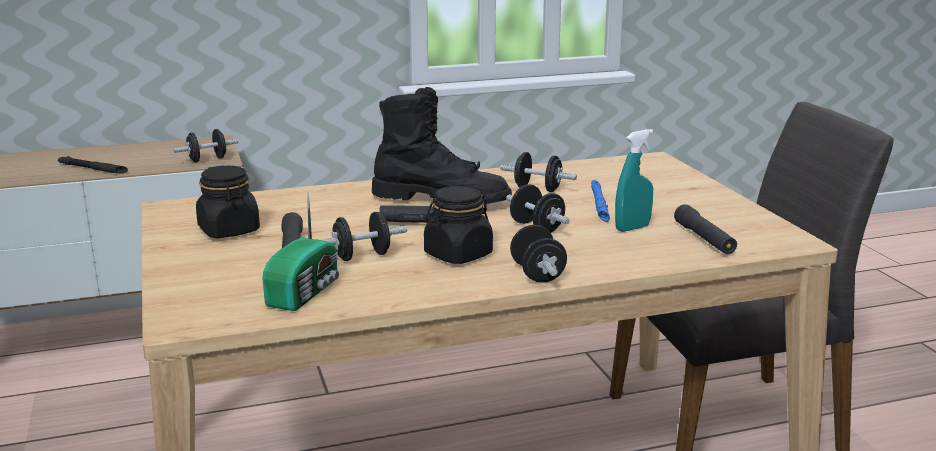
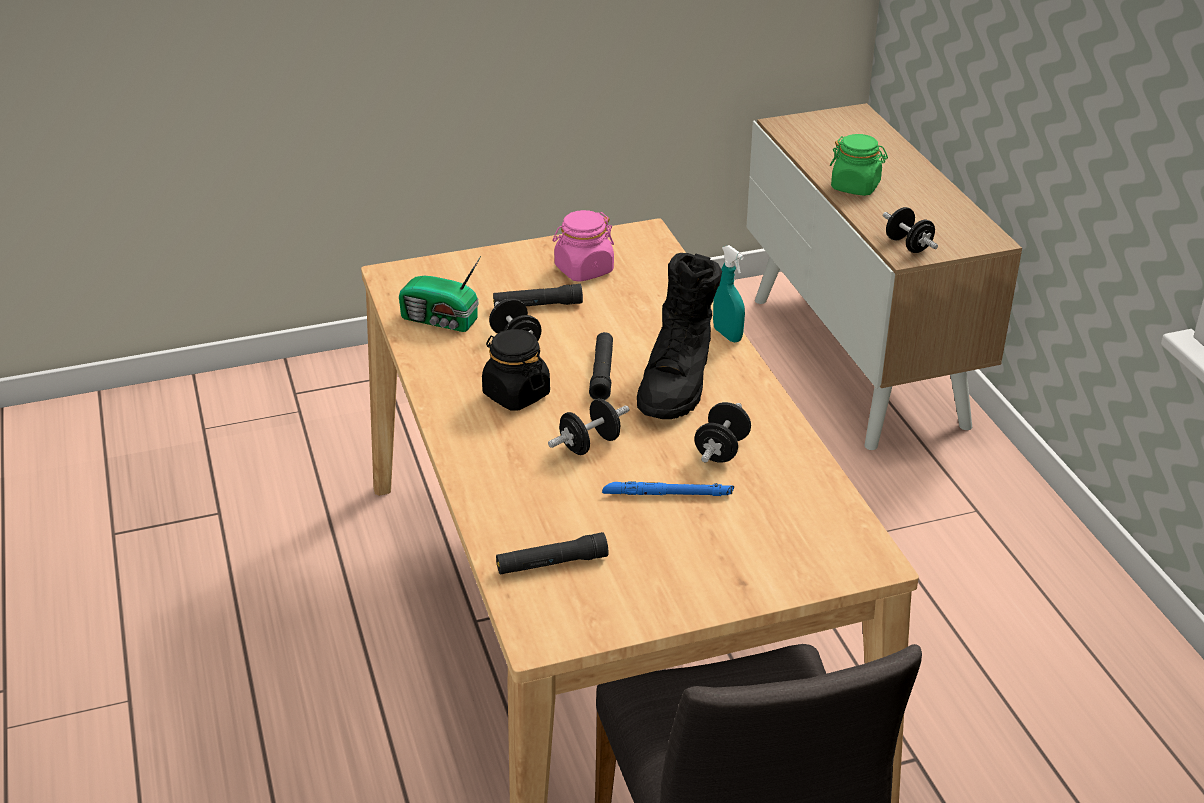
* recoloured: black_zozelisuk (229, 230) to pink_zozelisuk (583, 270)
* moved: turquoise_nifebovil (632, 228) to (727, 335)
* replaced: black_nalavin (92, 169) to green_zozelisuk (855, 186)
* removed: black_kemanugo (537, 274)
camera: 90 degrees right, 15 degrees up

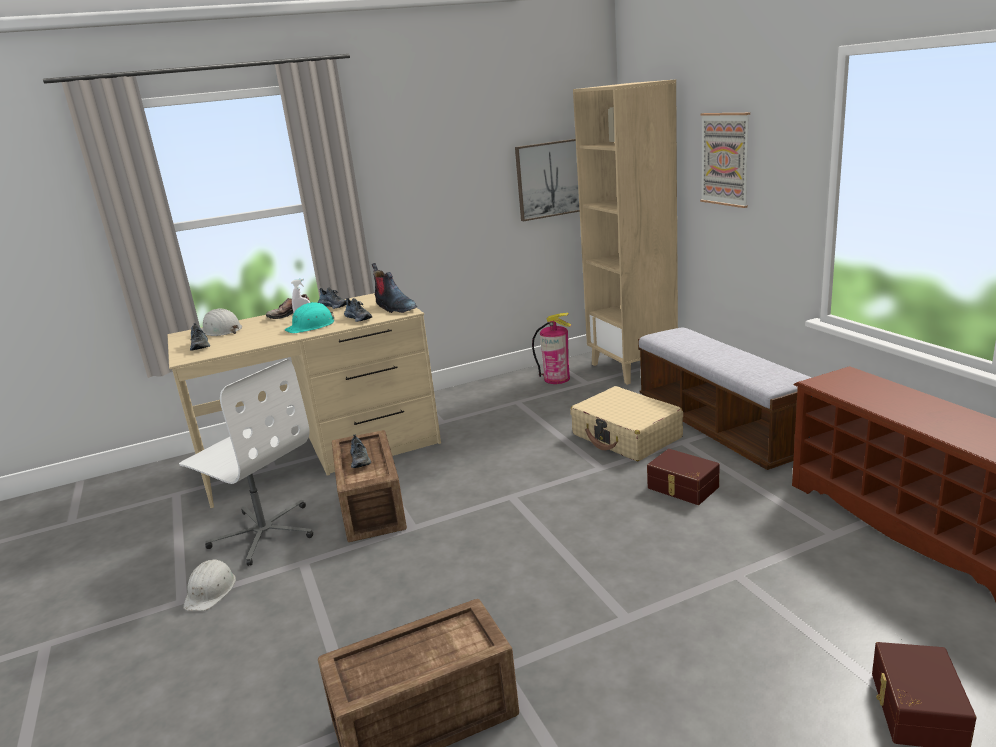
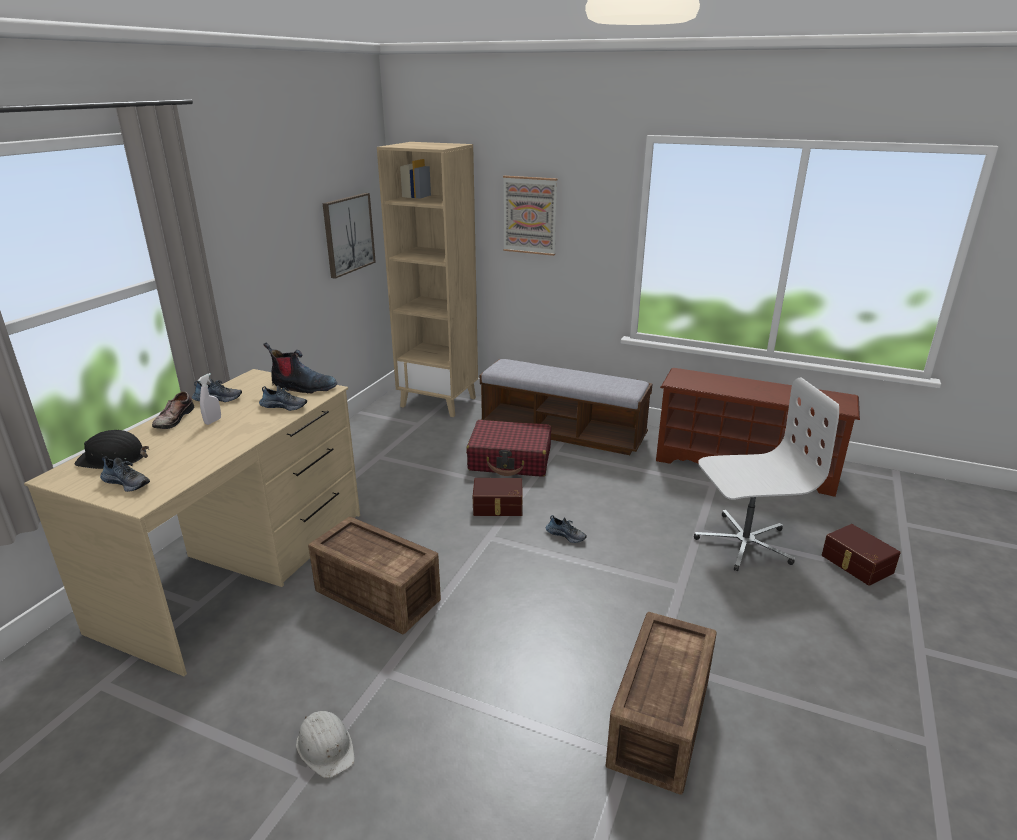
* recoloured: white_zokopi (221, 330) to black_zokopi (113, 458)
* recoloured: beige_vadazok (626, 436) to red_vadazok (510, 460)
* moved: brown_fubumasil (682, 488) to (498, 506)
* moved: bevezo (360, 460) to (566, 535)
* moved: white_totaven (264, 532) to (743, 542)
* removed: turquoise_zokopi (311, 326)
* removed: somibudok (557, 379)
camera: 45 degrees left, 5 degrees up

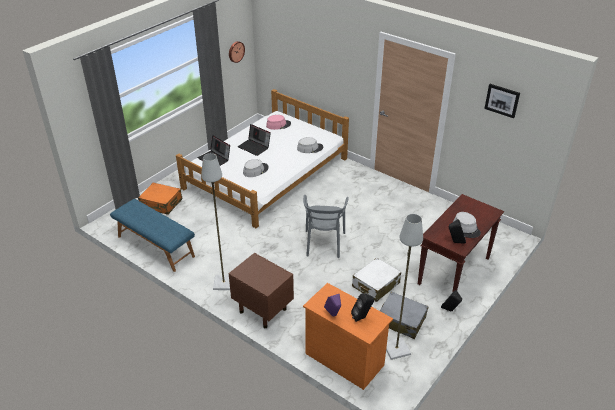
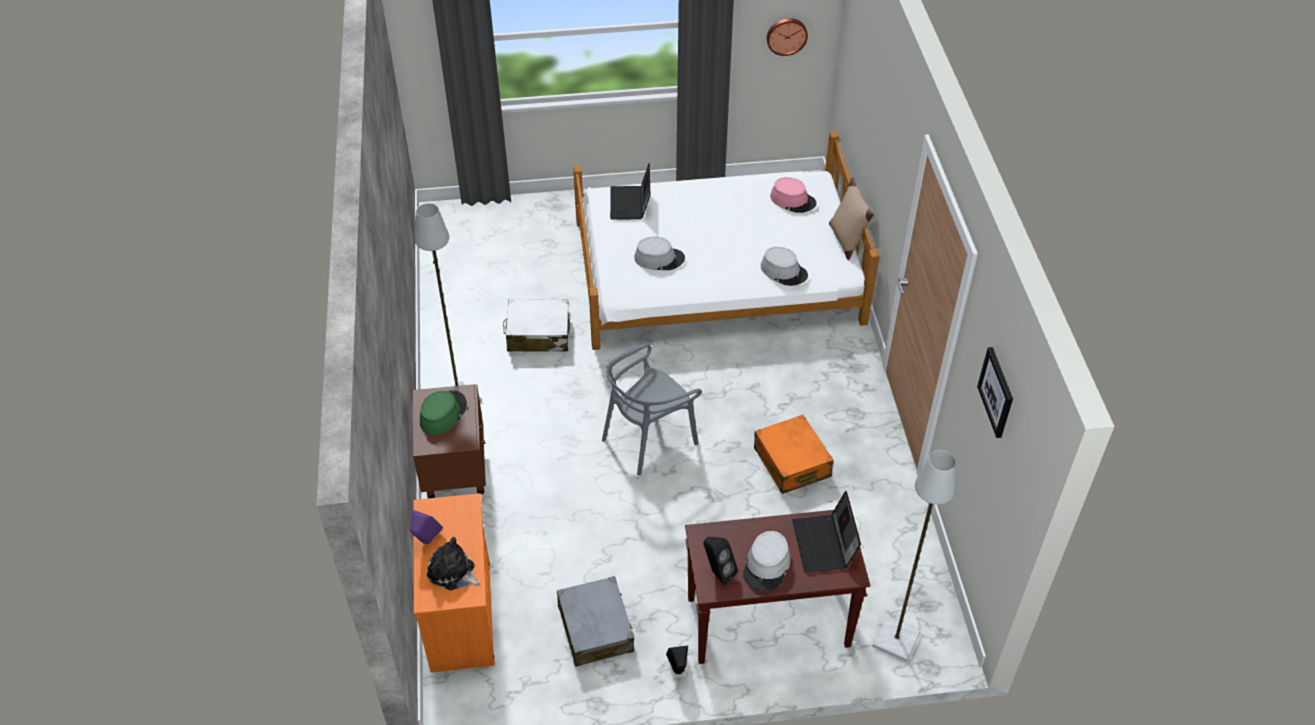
* added: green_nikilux (443, 413)
* replaced: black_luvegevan (362, 317) to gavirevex (453, 573)
* moved: white_vadazok (375, 285) to (538, 334)
* moved: orange_vadazok (161, 204) to (792, 463)
* moved: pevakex (254, 147) to (824, 545)
* added: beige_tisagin (846, 239)
* moved: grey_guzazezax (396, 349) to (895, 638)
* removed: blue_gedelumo (155, 246)
camera: 45 degrees right, 10 degrees up

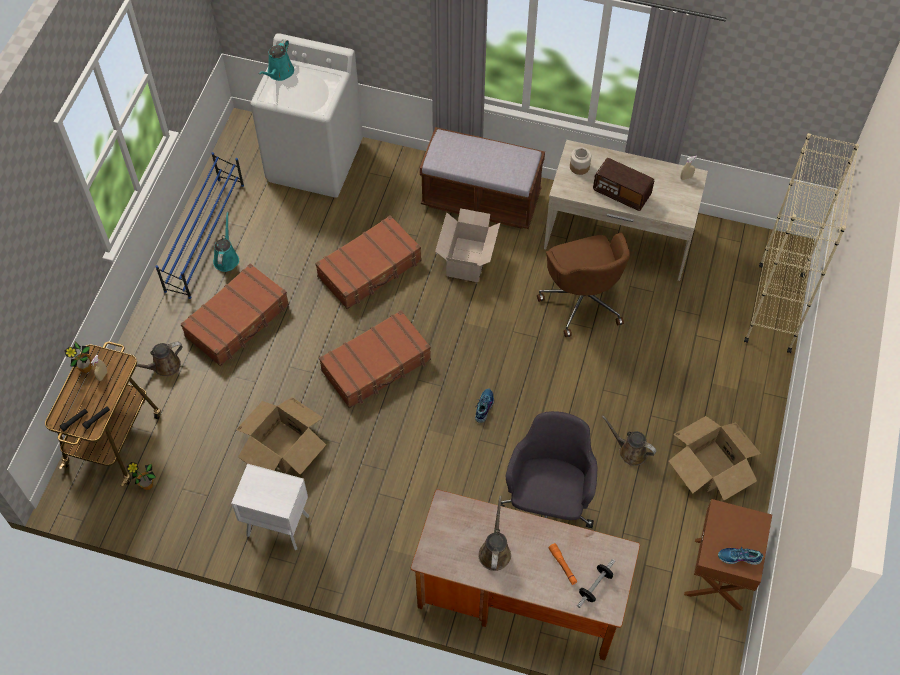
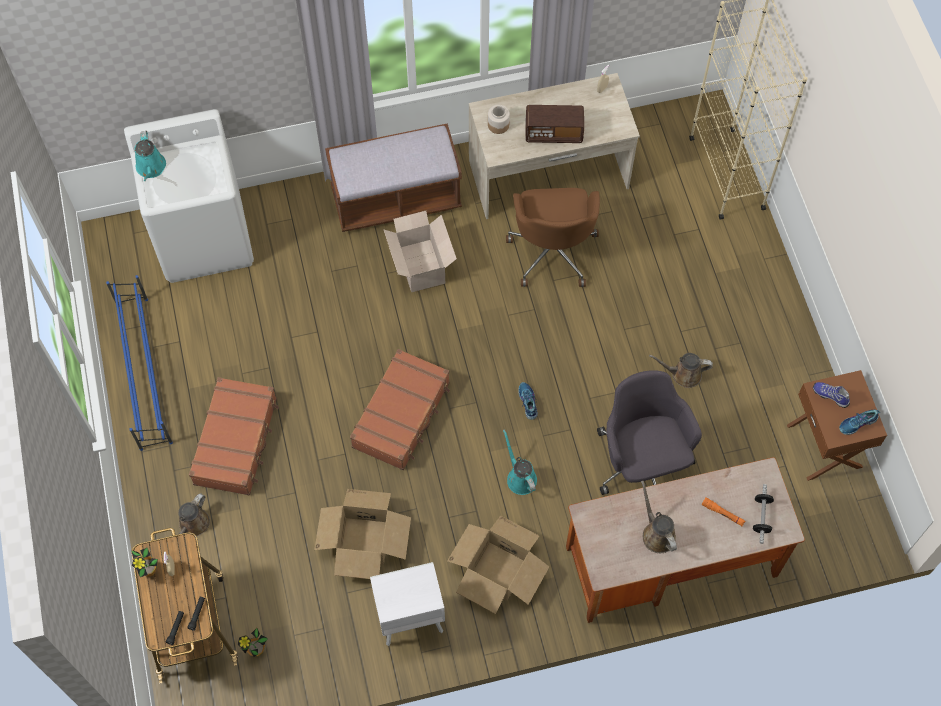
* moved: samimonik (710, 466) to (497, 571)
* moved: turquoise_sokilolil (226, 258) to (520, 477)
* turned: brown_totaven (582, 299) = (552, 251) 45 degrees clockwise
* added: bevezo (830, 395)
* removed: brown_vadazok (370, 269)
camera: 30 degrees left, 5 degrees up

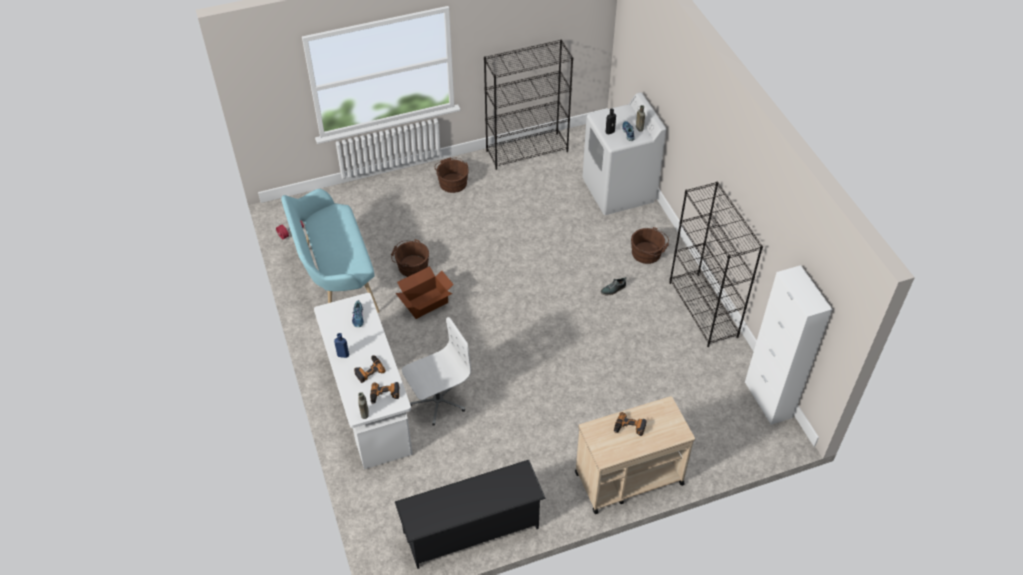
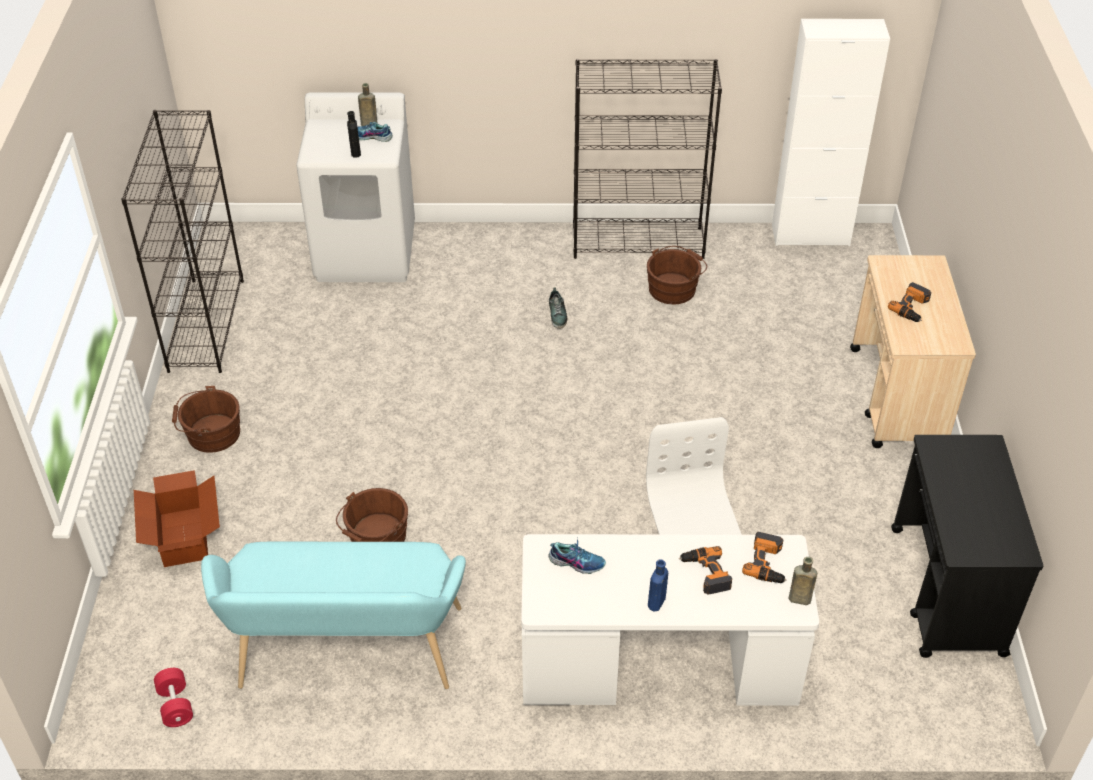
* moved: samimonik (425, 303) to (183, 537)
* moved: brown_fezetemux (648, 253) to (674, 288)
* replaced: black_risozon (471, 530) to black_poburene (947, 591)
camera: 70 degrees left, 5 degrees down

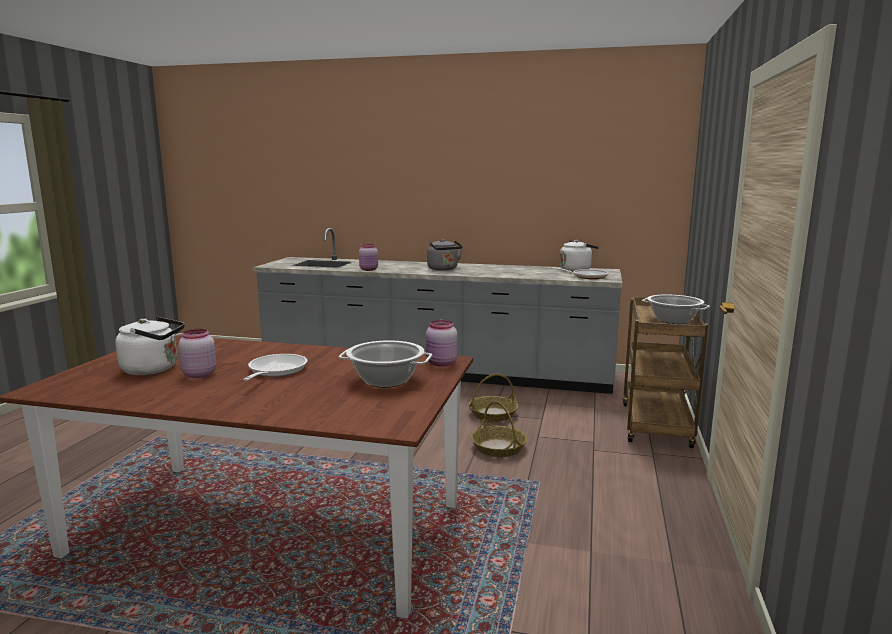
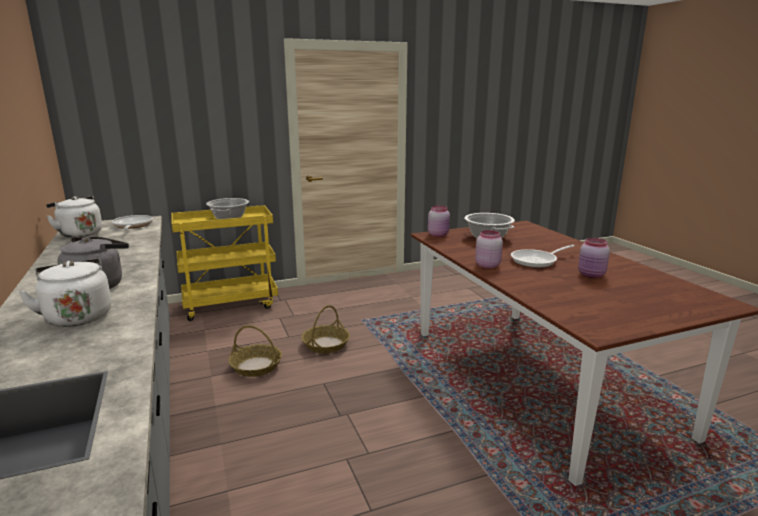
* moved: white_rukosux (154, 369) to (78, 316)
* recoloured: brown_poburene (657, 427) to yellow_poburene (231, 304)
* moved: pink_zozelisuk (369, 270) to (487, 265)
camera: 125 degrees left, 5 degrees up

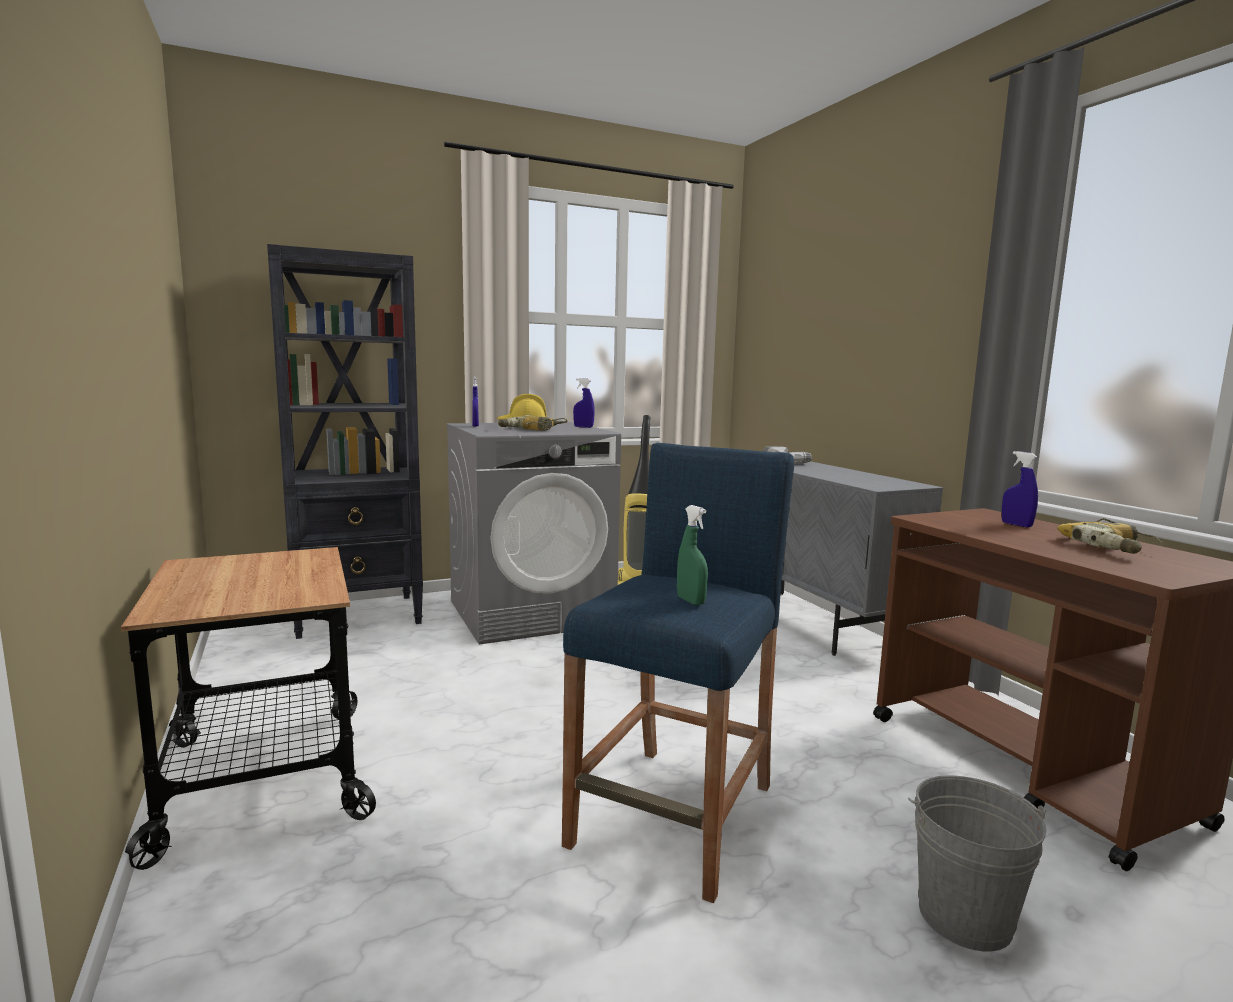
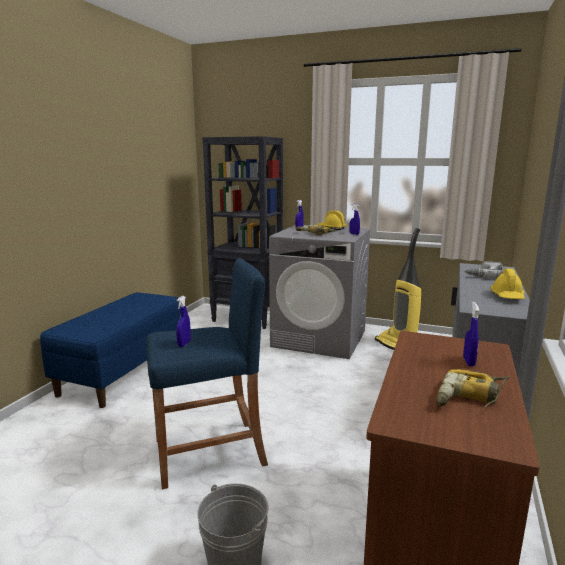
* replaced: poburene (262, 779) to blue_gedelumo (125, 371)
* recoloured: green_nifebovil (690, 601) to blue_nifebovil (184, 344)
* added: yellow_zokopi (507, 296)
camera: 45 degrees right, 5 degrees up

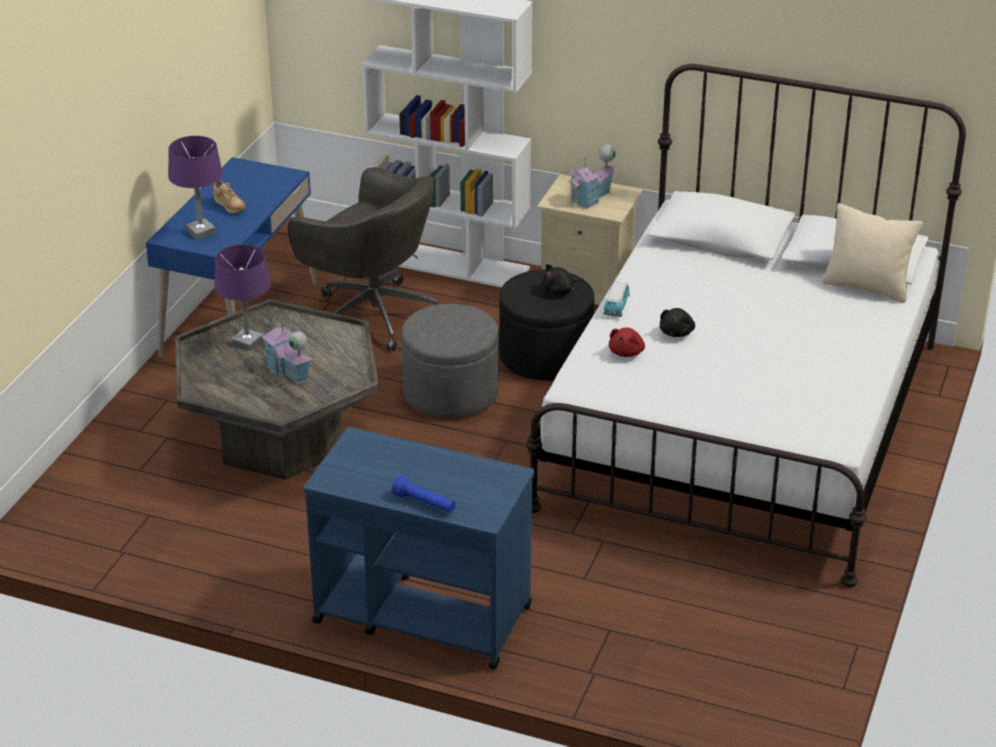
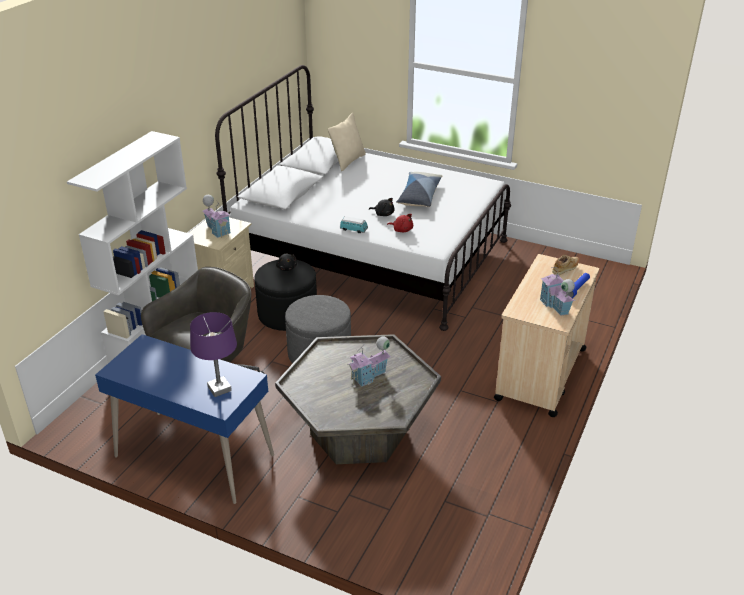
* added: tisagin (419, 196)
* recoloured: blue_poburene (421, 613) to beige_poburene (540, 374)
* added: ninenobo (554, 305)
* moved: beige_bevezo (229, 207) to (565, 269)
* removed: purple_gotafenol (247, 342)
camera: 85 degrees left, 0 degrees up

